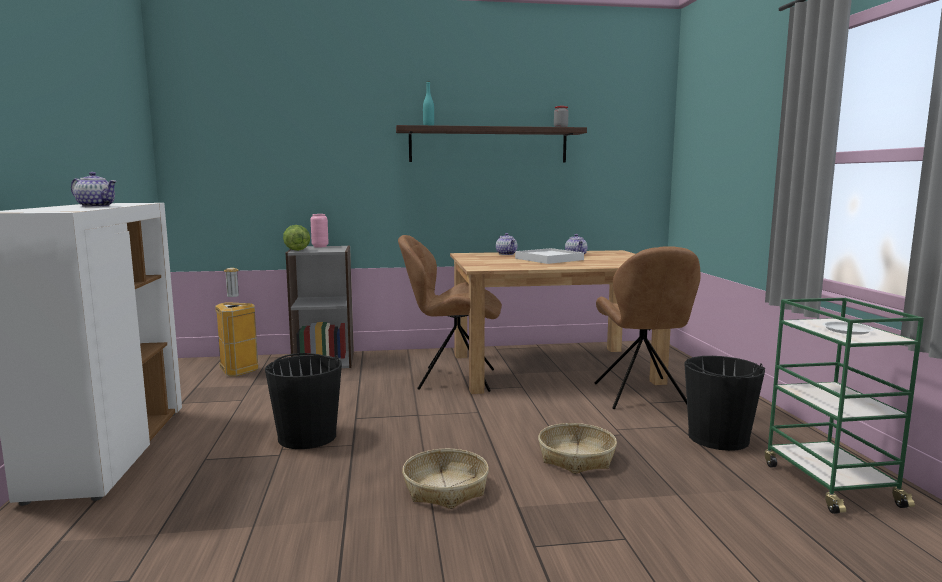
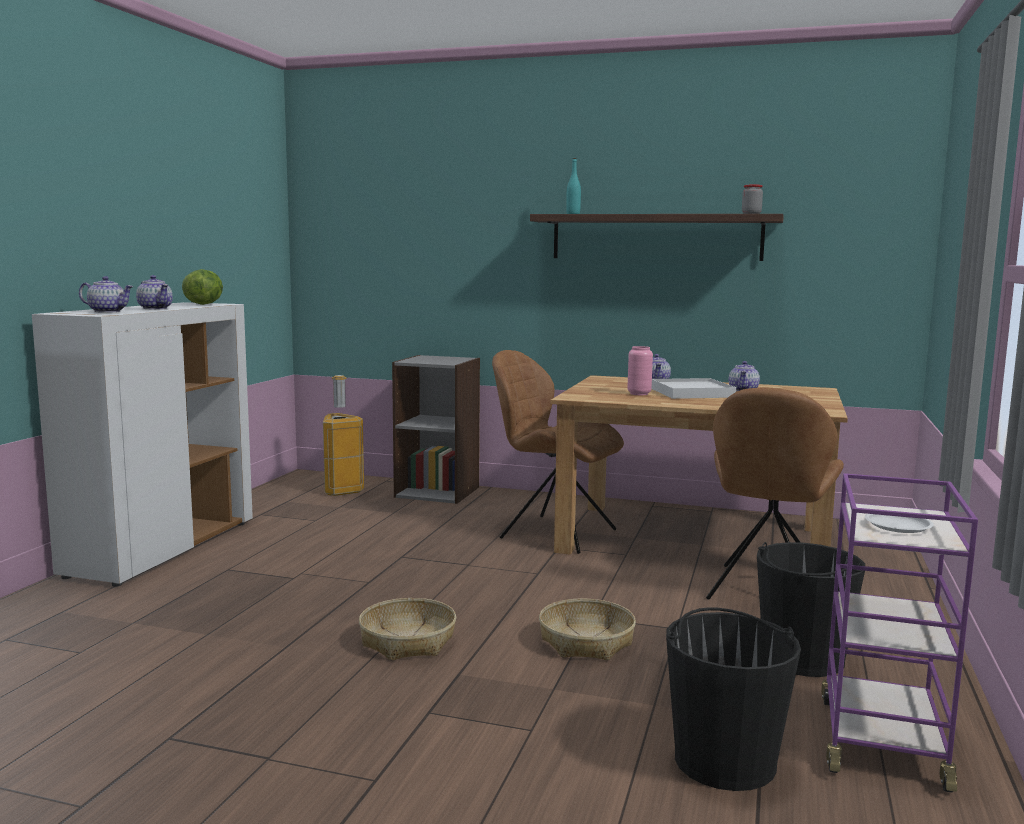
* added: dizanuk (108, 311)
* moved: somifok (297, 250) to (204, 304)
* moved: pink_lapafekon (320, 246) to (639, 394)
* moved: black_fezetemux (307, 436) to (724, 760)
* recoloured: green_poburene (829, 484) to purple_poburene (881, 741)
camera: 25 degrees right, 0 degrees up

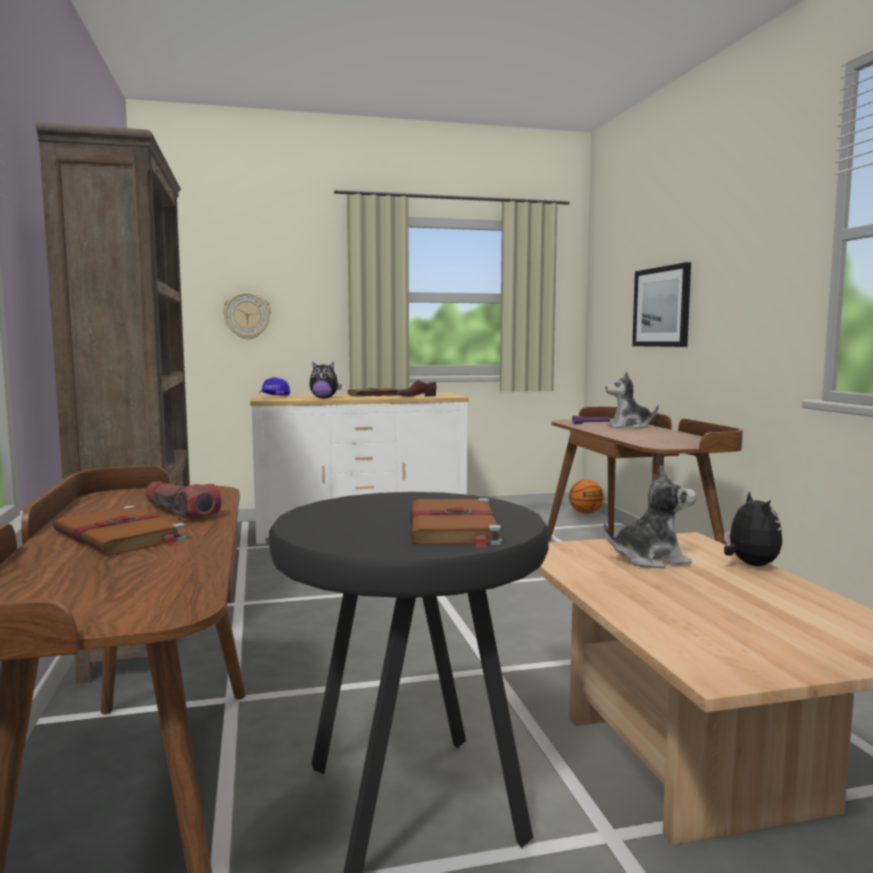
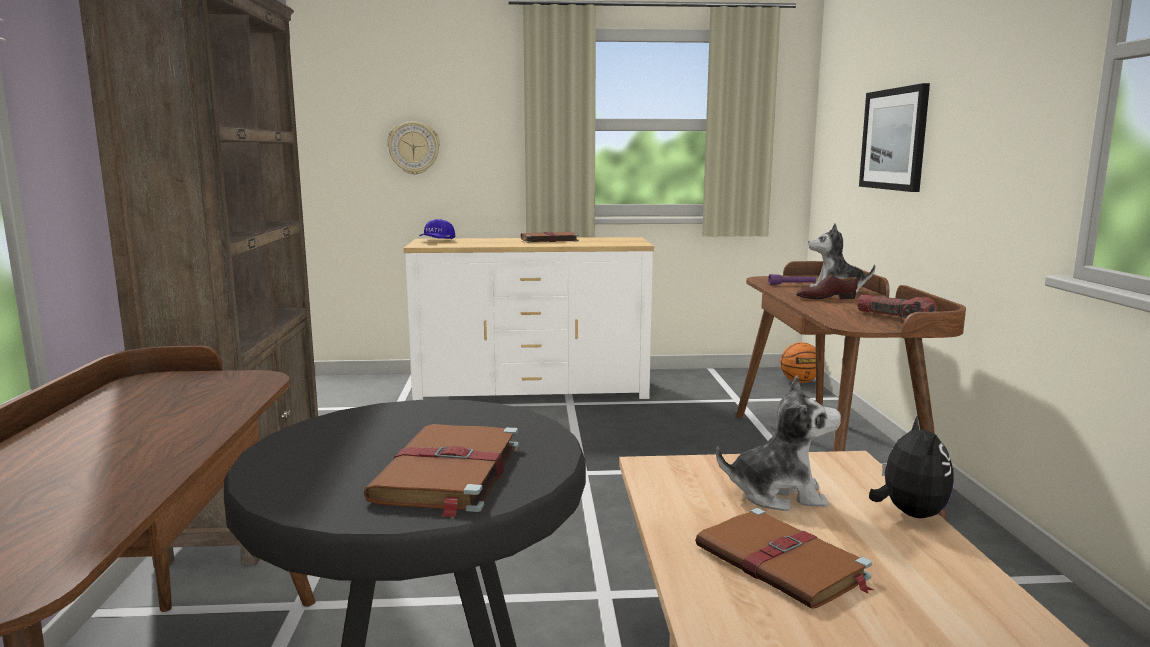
* moved: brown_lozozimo (120, 536) to (783, 563)
* moved: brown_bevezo (416, 396) to (825, 298)
* moved: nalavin (180, 512) to (894, 317)
* removed: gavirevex (324, 398)
camera: 10 degrees right, 5 degrees up

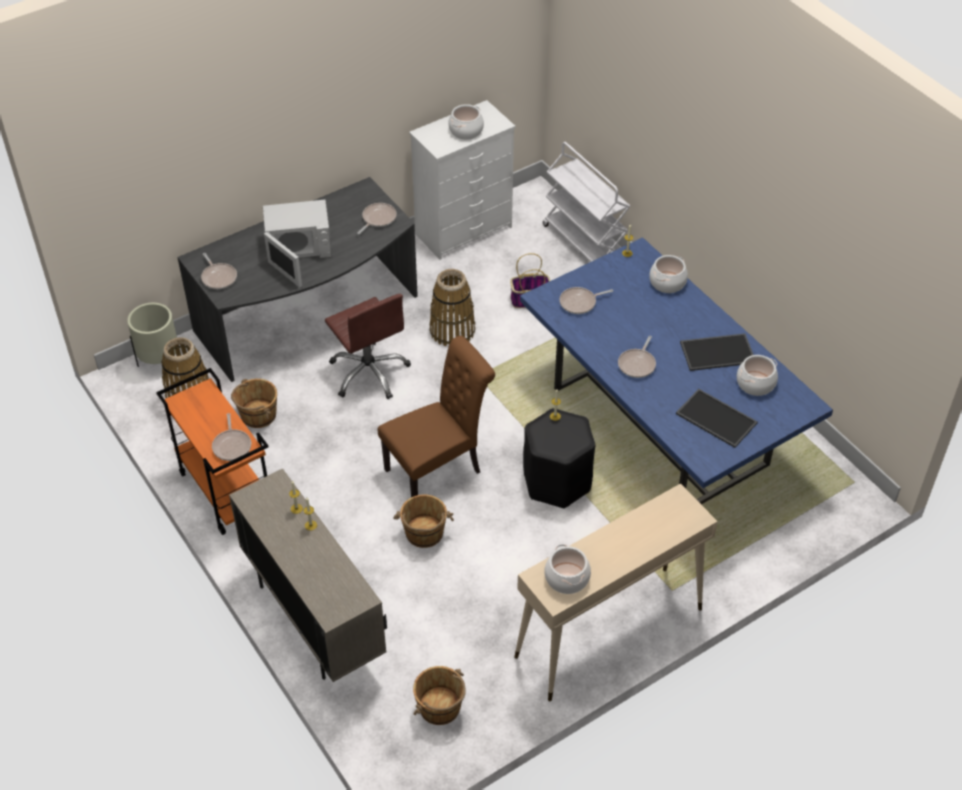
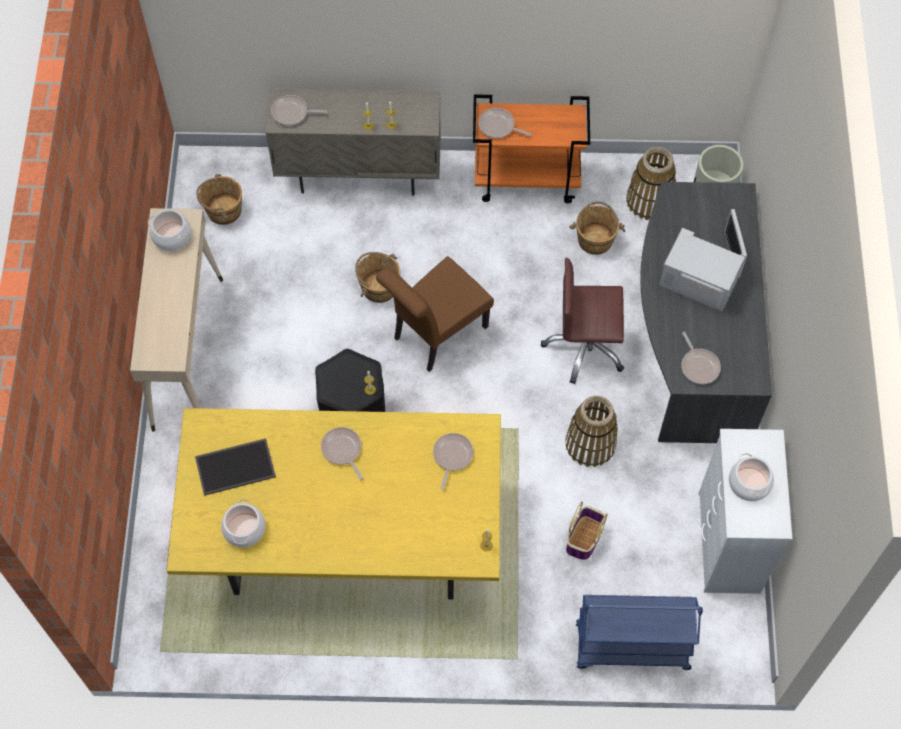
* recoloured: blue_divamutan (660, 428) to yellow_divamutan (344, 536)
* moved: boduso (218, 277) to (292, 113)
* turned: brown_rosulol (438, 469) = (435, 335) 45 degrees clockwise
* recoloured: white_poburene (584, 243) to blue_poburene (631, 647)
* turned: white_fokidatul (297, 248) = (702, 279) 90 degrees clockwise
* removed: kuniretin (667, 282)
* removed: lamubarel (718, 351)
camera: 125 degrees right, 15 degrees up

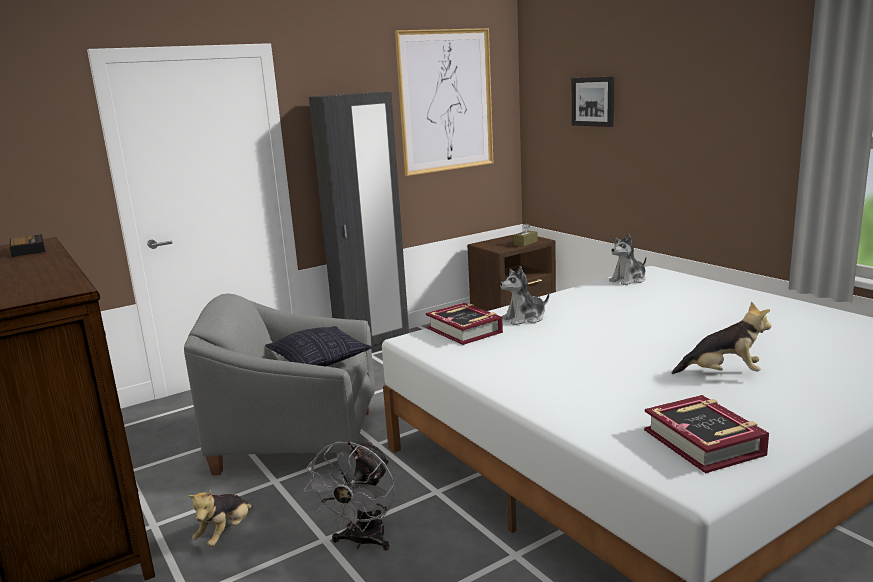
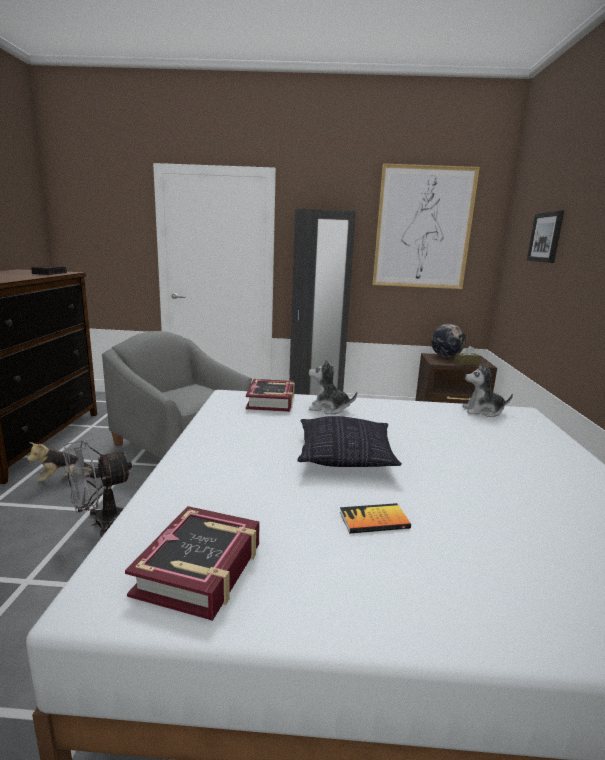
* moved: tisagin (320, 360) to (345, 457)
* replaced: gavirevex (723, 373) to lozozimo (374, 520)
* added: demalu (445, 356)
camera: 35 degrees right, 0 degrees up

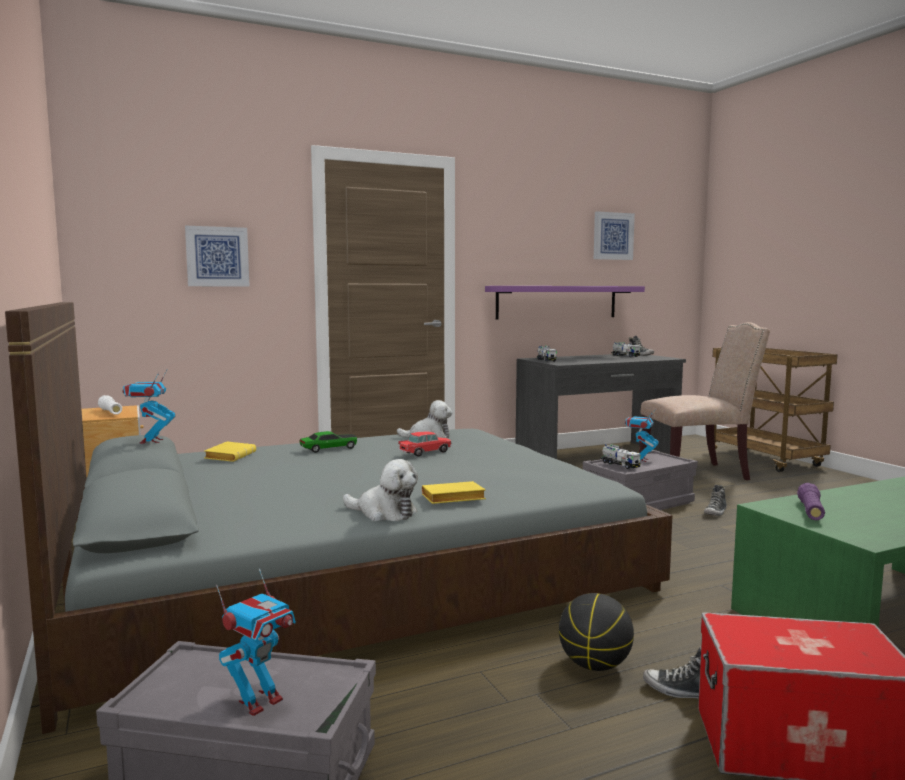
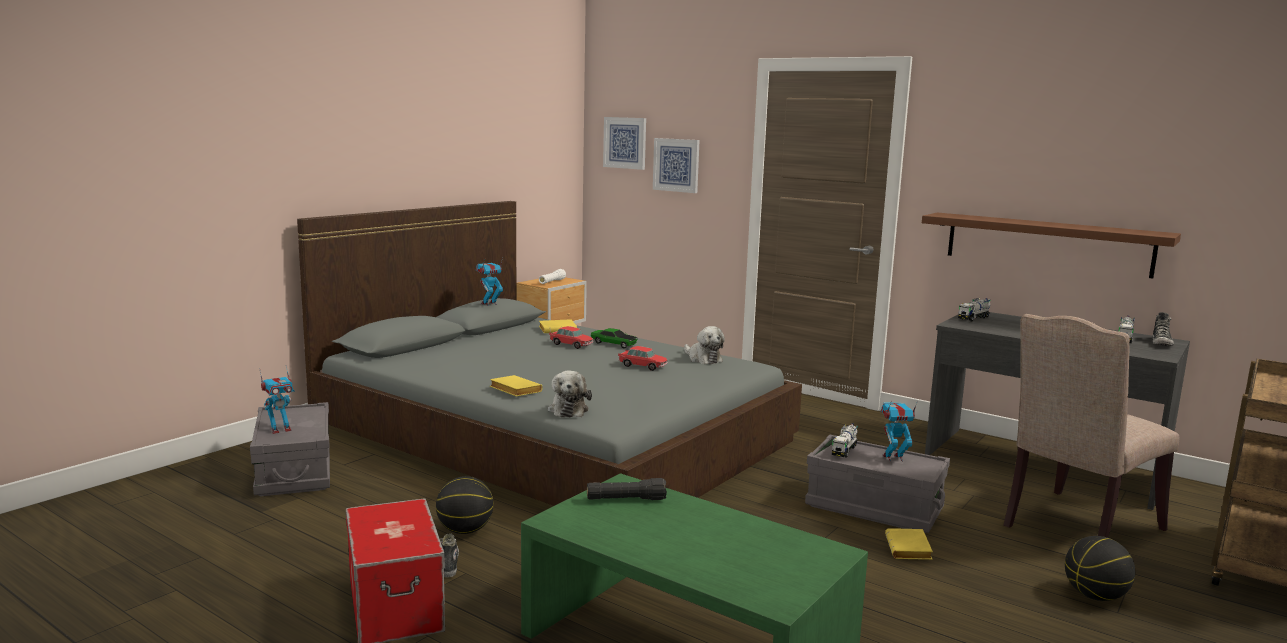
* turned: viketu (259, 702) = (280, 430) 45 degrees counterclockwise
* moved: gavirevex (384, 513) to (568, 409)
* added: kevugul (571, 345)
* recoloured: purple_nalavin (810, 511) to black_nalavin (626, 500)
* moved: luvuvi (613, 236) to (625, 143)
* replaced: bevezo (715, 512) to yellow_lozozimo (910, 550)
* recoloured: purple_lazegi (557, 302) to brown_lazegi (1047, 244)
* turned: beige_rosulol (697, 473) = (1076, 528) 90 degrees clockwise
* added: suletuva (1095, 596)
camera: 60 degrees right, 5 degrees up

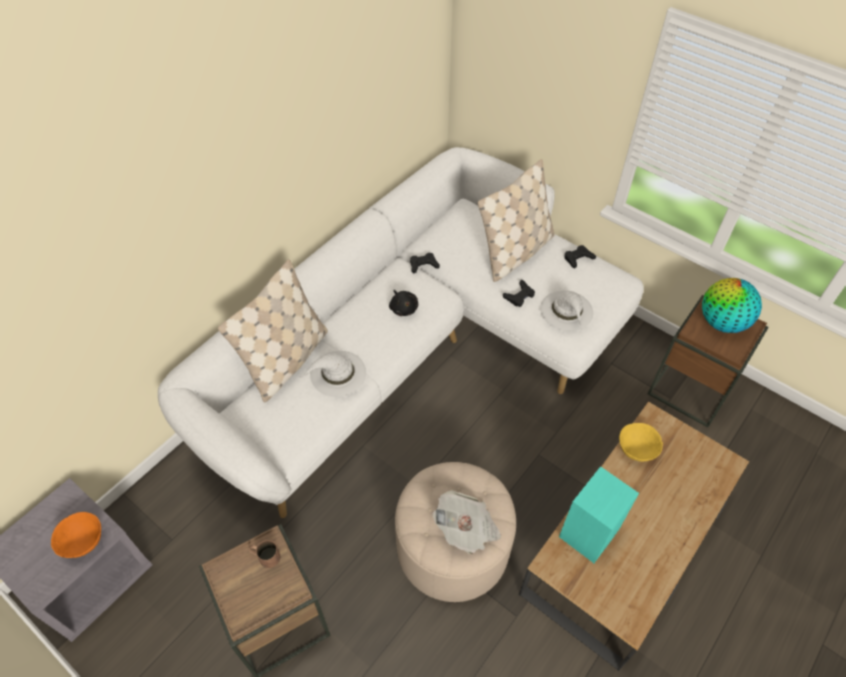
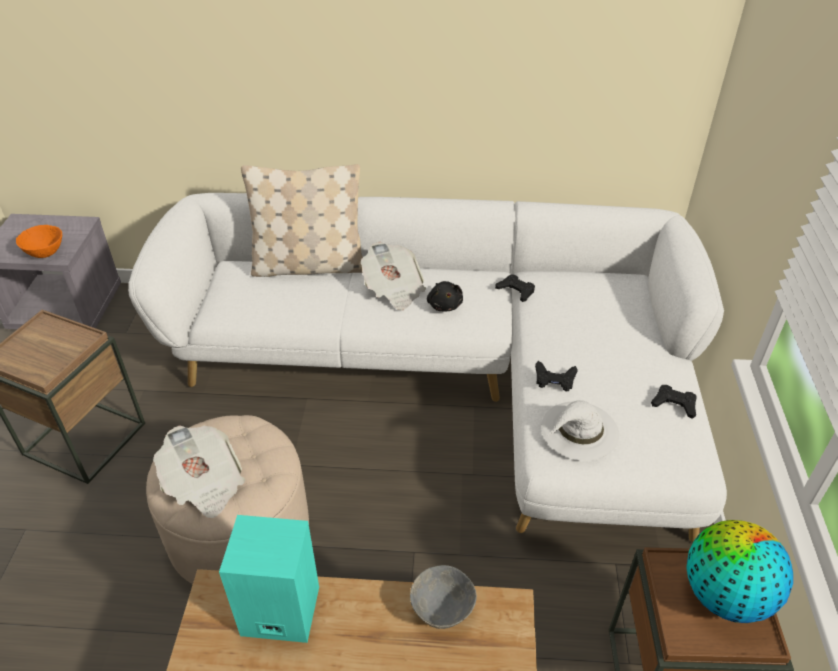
* added: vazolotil (394, 289)
* recoloured: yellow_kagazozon (636, 450) to grey_kagazozon (442, 609)
* turned: black_gavirevex (403, 308) = (444, 304) 45 degrees counterclockwise
* removed: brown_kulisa (265, 556)
* removed: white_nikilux (337, 374)
* removed: beige_tisagin (515, 252)
camera: 55 degrees right, 10 degrees down

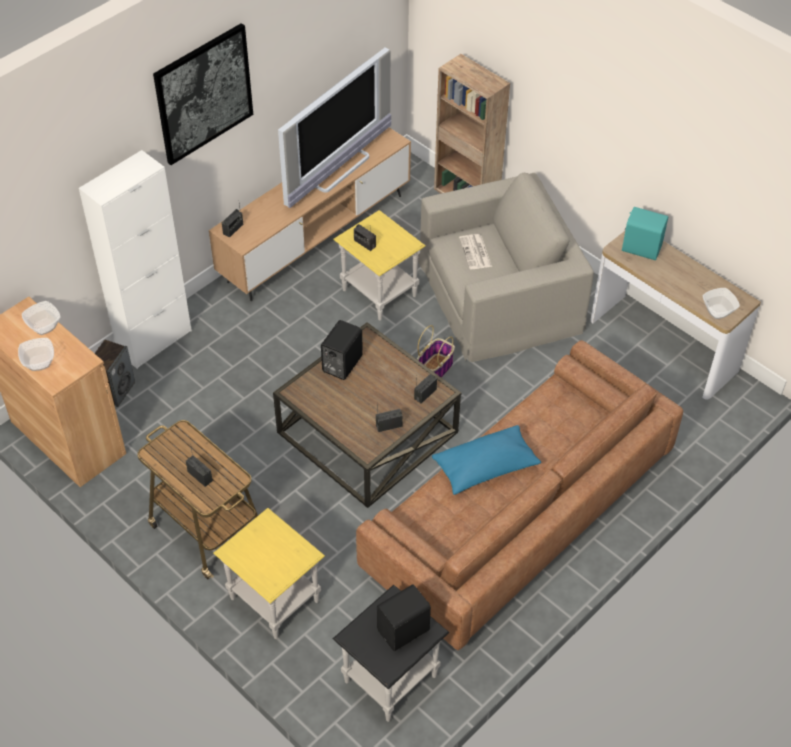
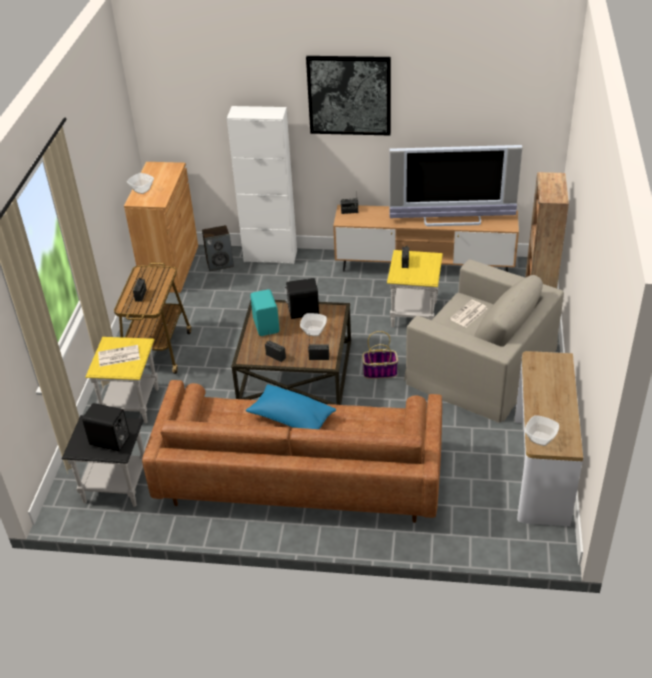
* added: vazolotil (118, 356)
* moved: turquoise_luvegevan (641, 247) to (267, 325)
* moved: kagazozon (44, 327) to (313, 331)
camera: 55 degrees right, 10 degrees down

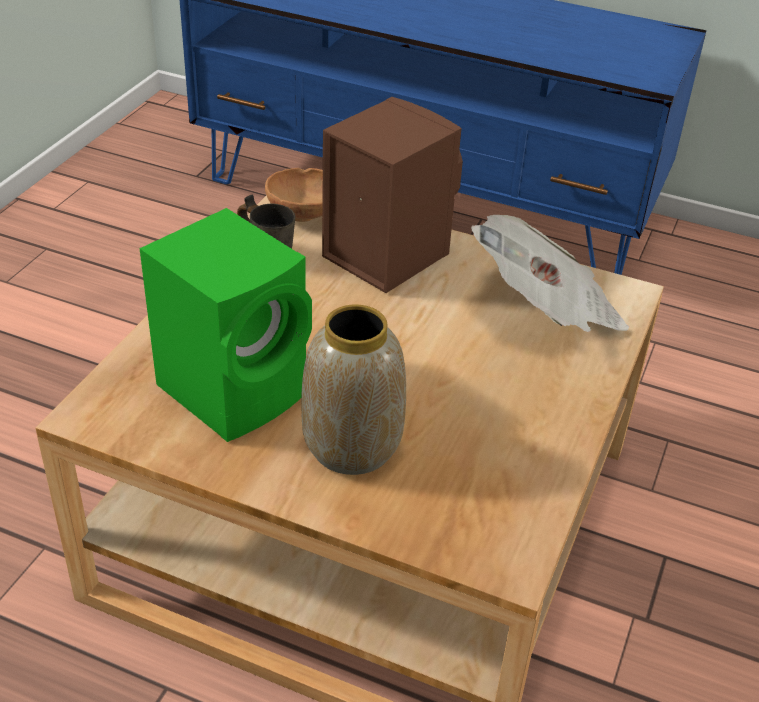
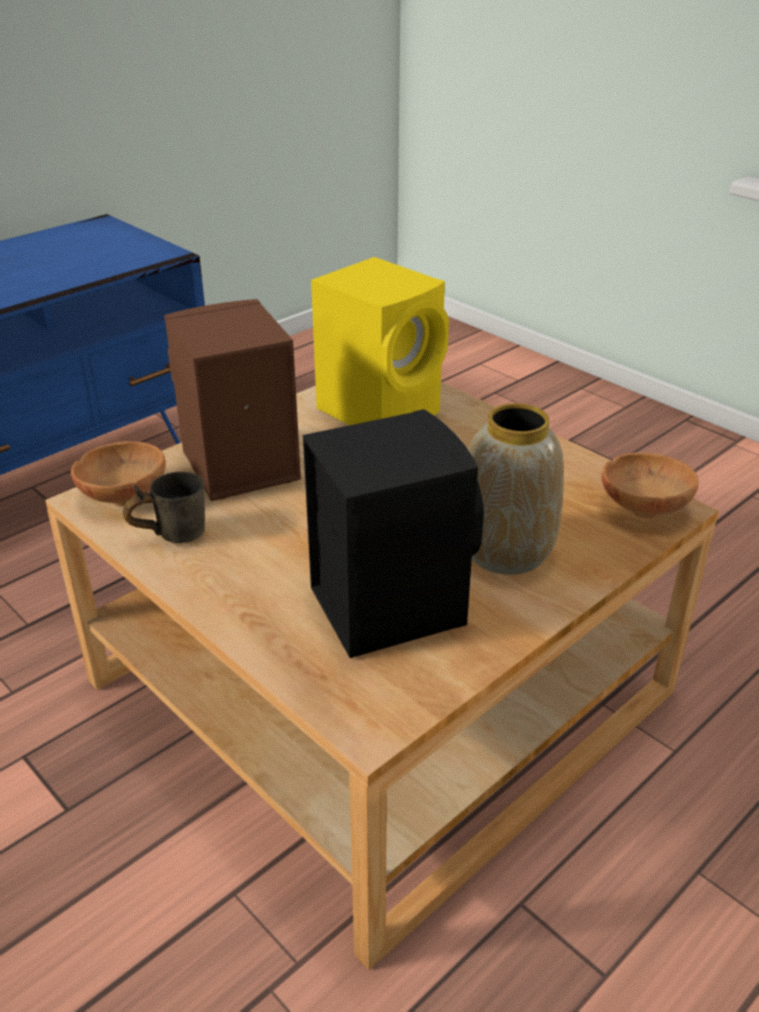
* recoloured: green_luvegevan (236, 389) to black_luvegevan (387, 603)
* replaced: vazolotil (546, 311) to yellow_luvegevan (382, 410)
* added: brown_kagazozon (643, 506)
camera: 65 degrees left, 5 degrees down

